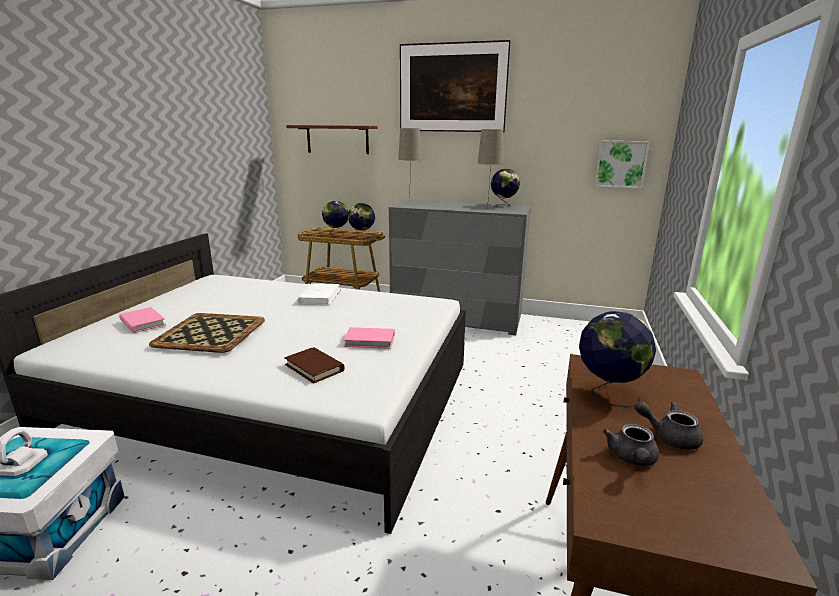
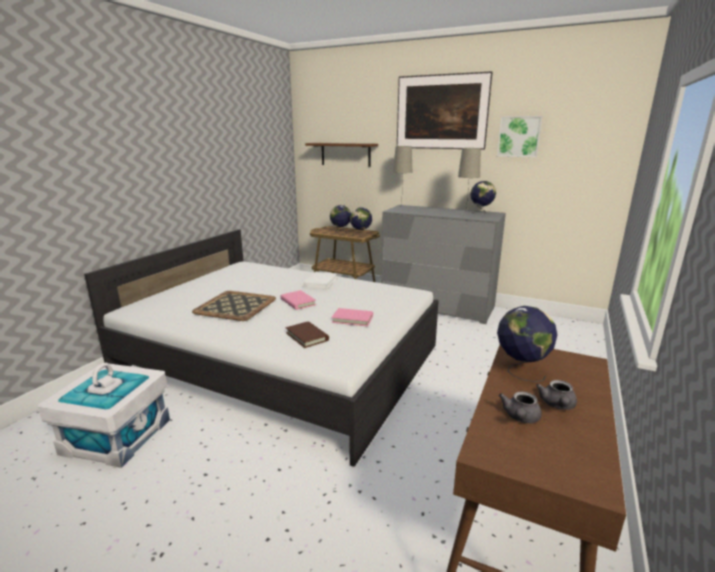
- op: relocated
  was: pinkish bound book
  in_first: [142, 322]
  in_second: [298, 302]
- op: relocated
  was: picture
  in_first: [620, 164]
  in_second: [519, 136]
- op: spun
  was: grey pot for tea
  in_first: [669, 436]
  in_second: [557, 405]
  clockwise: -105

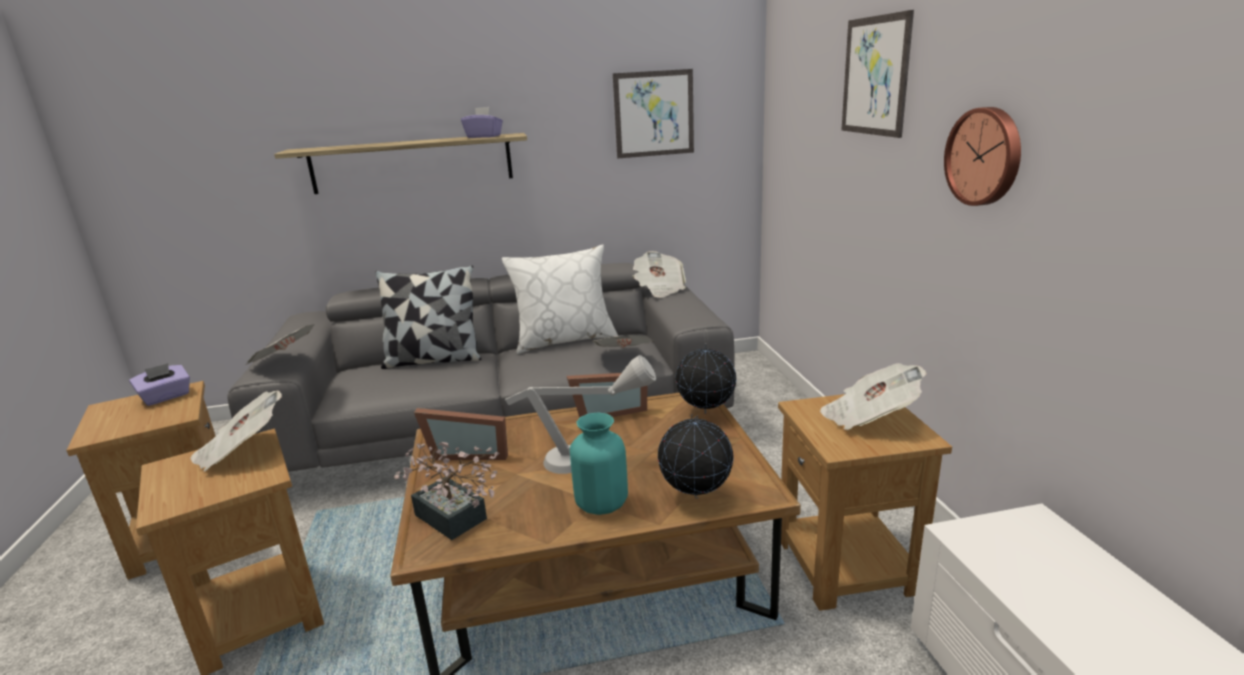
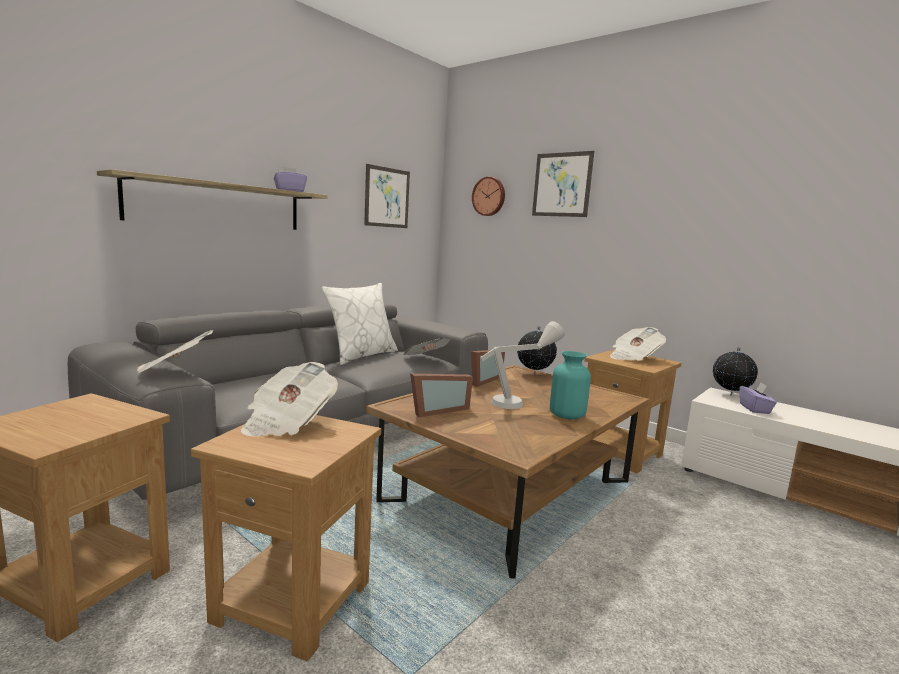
- op: relocated
  was: wall clock
  in_first: [985, 156]
  in_second: [489, 196]
- op: relocated
  was: world globe
  in_first: [695, 497]
  in_second: [730, 395]
- op: relocated
  was: purple tissue holder
  in_first: [166, 397]
  in_second: [755, 409]
- op: missing
  was: throw pillow
  in_first: [434, 360]
- op: missing
  was: houseplant
  in_first: [455, 520]
- op: missing
  was: daily paper
  in_first: [659, 289]

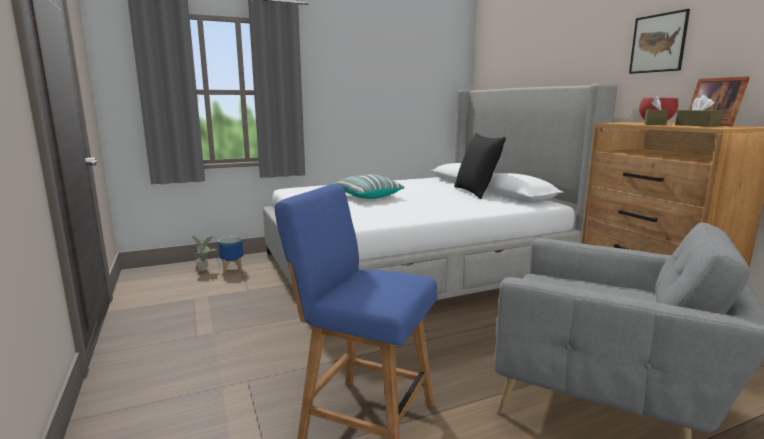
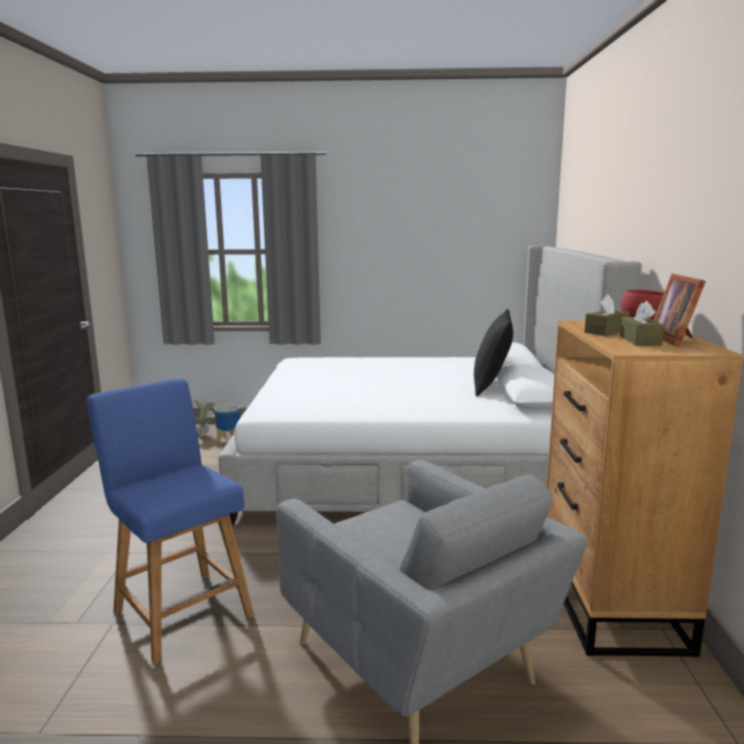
- op: missing
  was: throw pillow
  in_first: [366, 196]
- op: missing
  was: picture
  in_first: [658, 43]

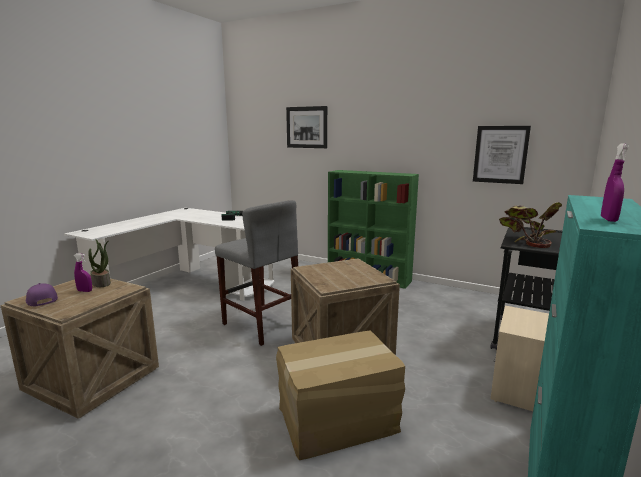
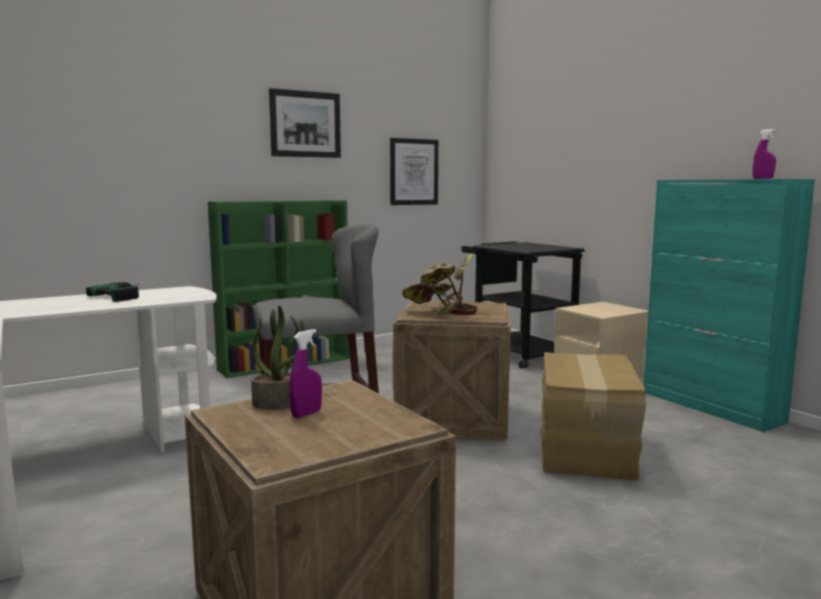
- op: relocated
  was: picture
  in_first: [306, 127]
  in_second: [305, 124]
- op: relocated
  was: houseplant
  in_first: [526, 241]
  in_second: [442, 311]
- op: missing
  was: purple baseball cap
  in_first: [41, 300]

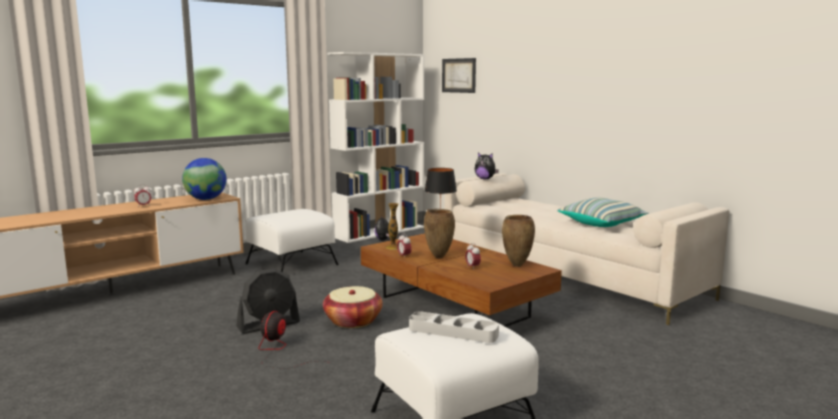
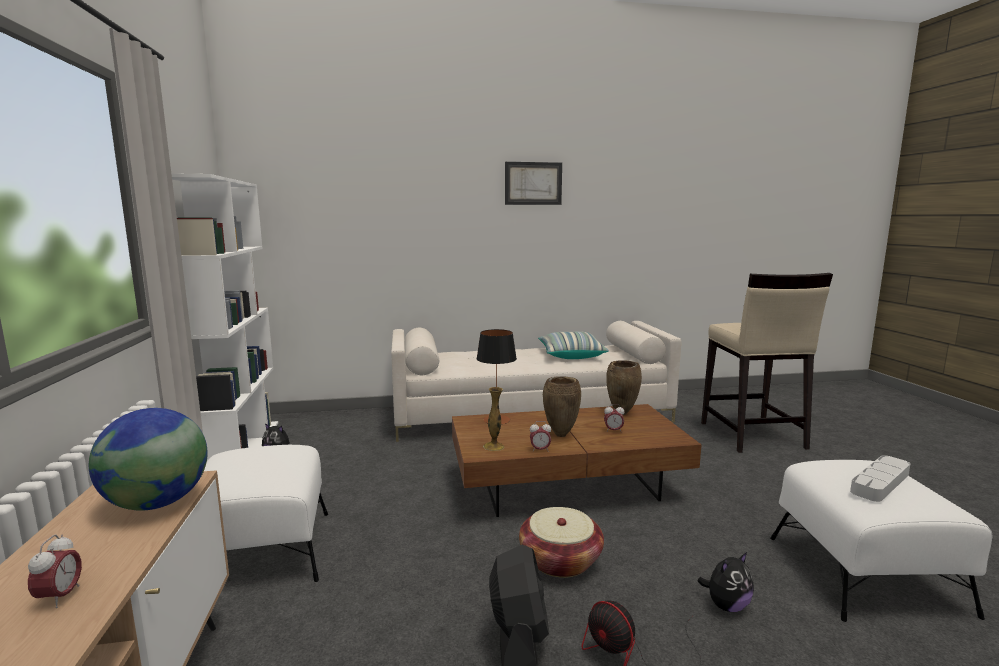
- op: relocated
  was: picture
  in_first: [459, 75]
  in_second: [533, 183]
- op: relocated
  was: soft toy
  in_first: [485, 179]
  in_second: [726, 605]
- op: appeared
  now: beige sitting stool
  in_second: [752, 436]

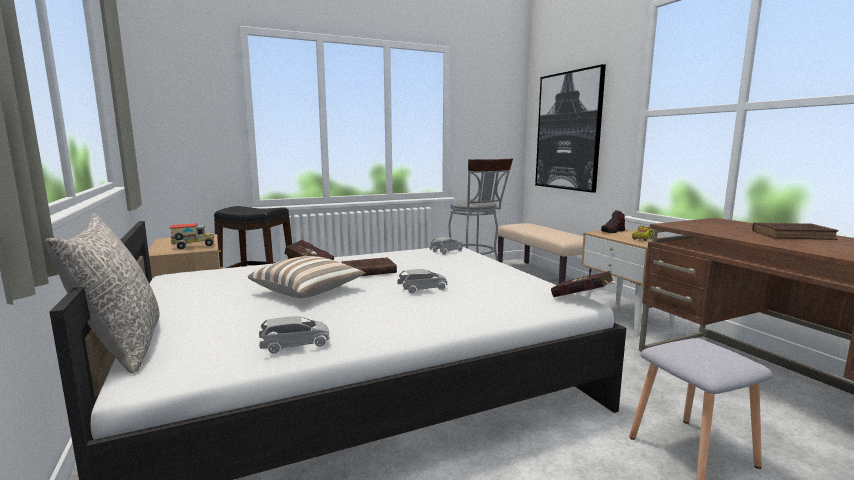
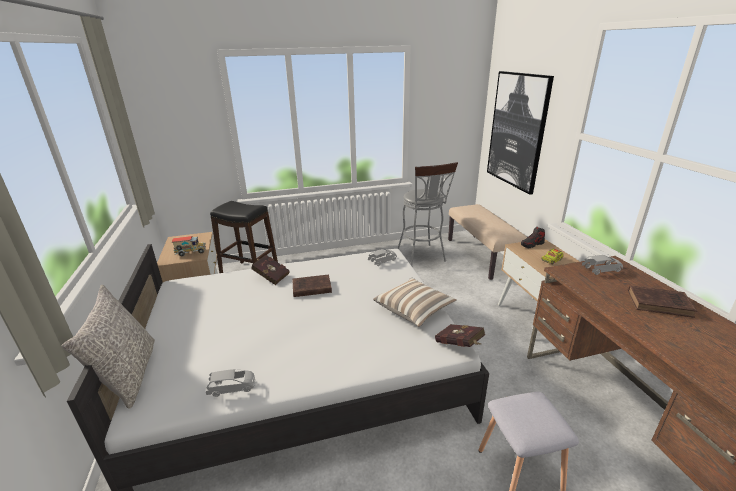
- op: relocated
  was: throw pillow
  in_first: [308, 291]
  in_second: [414, 310]
- op: relocated
  was: grey model car
  in_first: [423, 289]
  in_second: [601, 270]

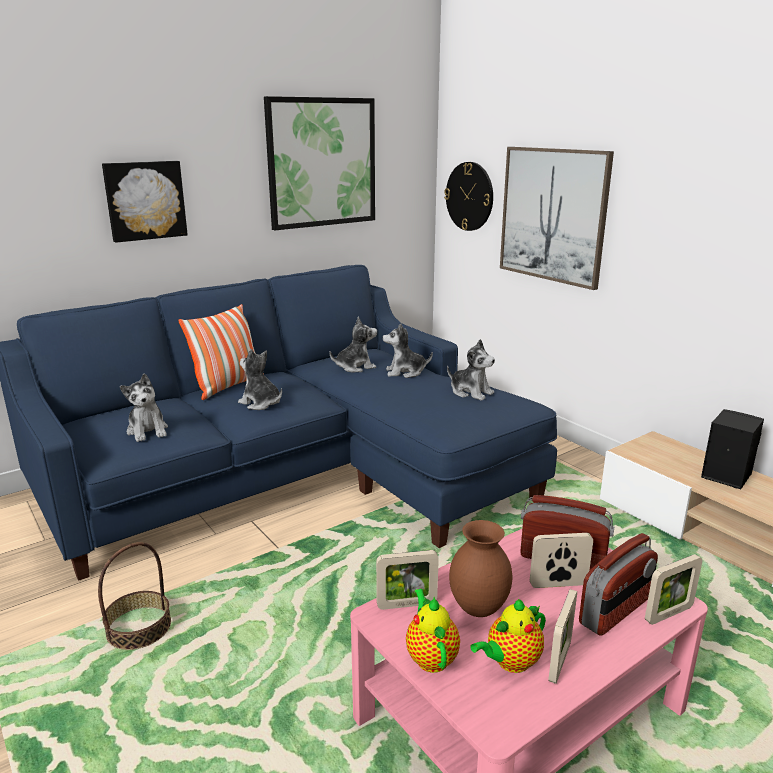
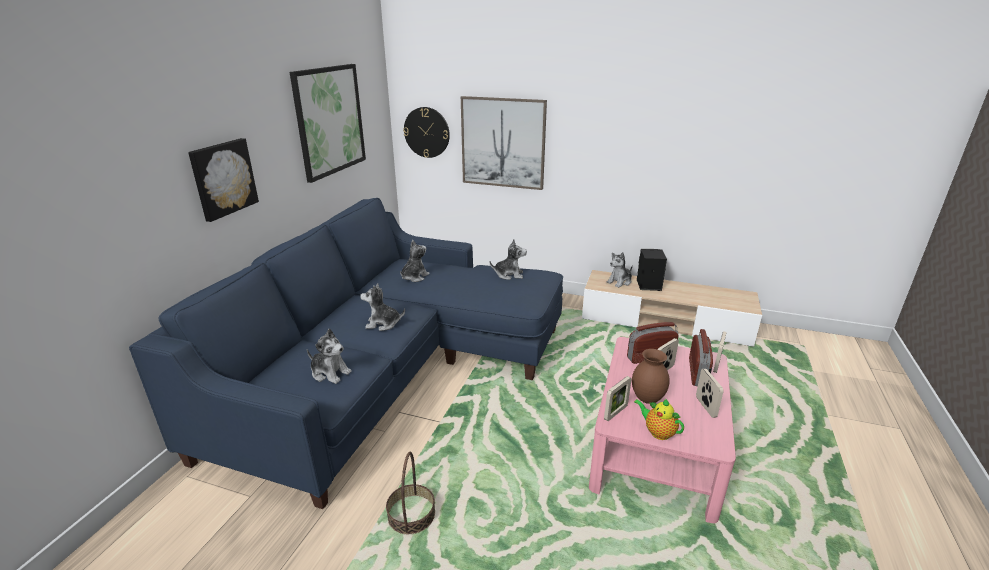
- op: relocated
  was: soft toy
  in_first: [405, 372]
  in_second: [620, 282]
- op: missing
  was: throw pillow
  in_first: [227, 386]
- op: missing
  was: pot for tea
  in_first: [510, 662]

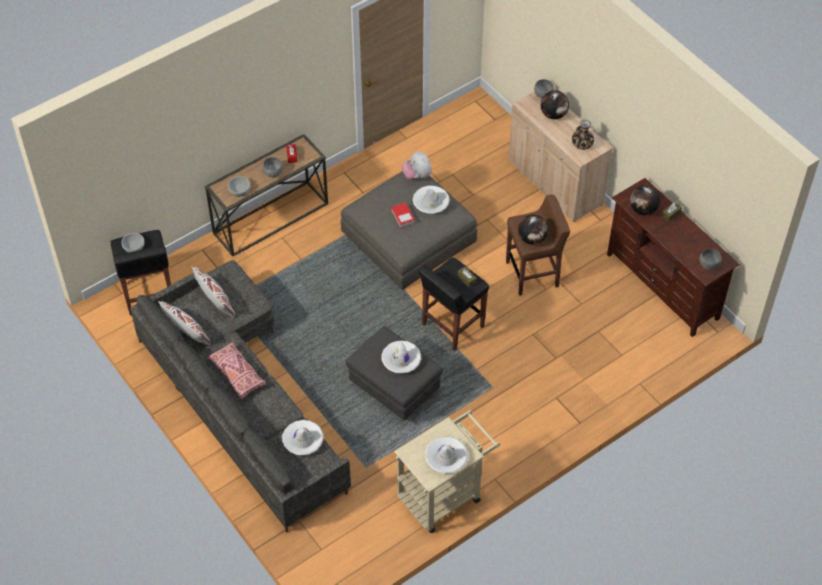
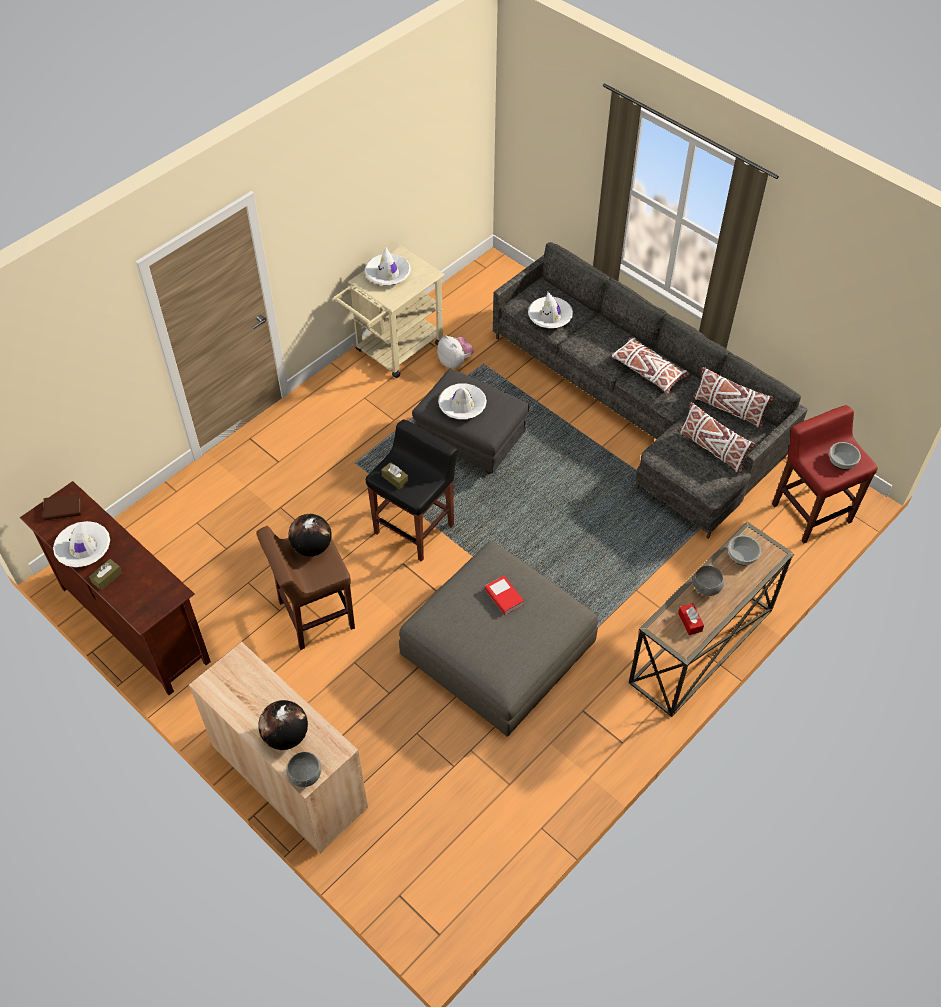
- op: exchanged
  was: grey deep dish
  now: brown bound book
  in_first: [709, 265]
  in_second: [63, 508]
- op: relocated
  was: white wearable hat
  in_first: [431, 202]
  in_second: [83, 548]
- op: relocated
  was: soft toy
  in_first: [417, 176]
  in_second: [455, 362]
- op: colour
  was: pinkish throw pillow
  now: white throw pillow
  in_first: [237, 374]
  in_second: [648, 370]
- op: colour
  was: black sitting stool
  now: red-coloured sitting stool
  in_first: [148, 295]
  in_second: [810, 512]
- op: missing
  was: flower vase
  in_first: [582, 143]
- op: missing
  was: world globe
  in_first: [643, 210]

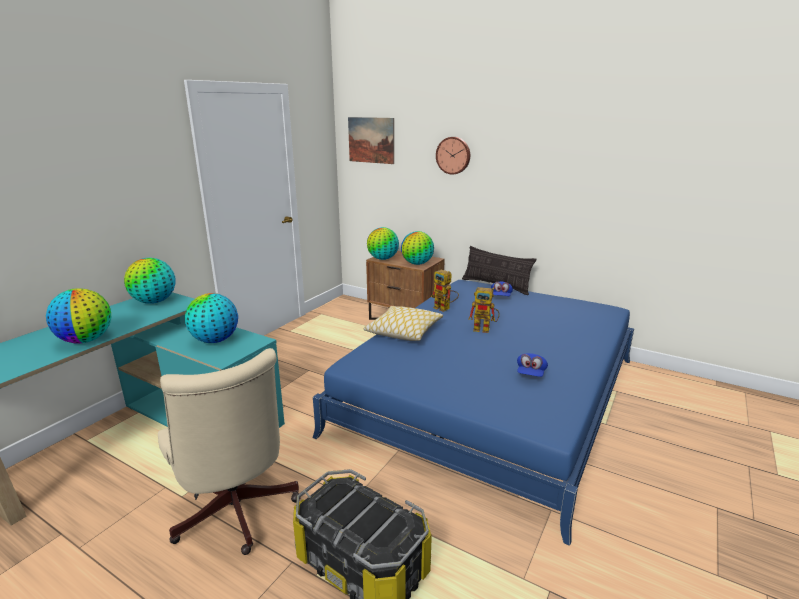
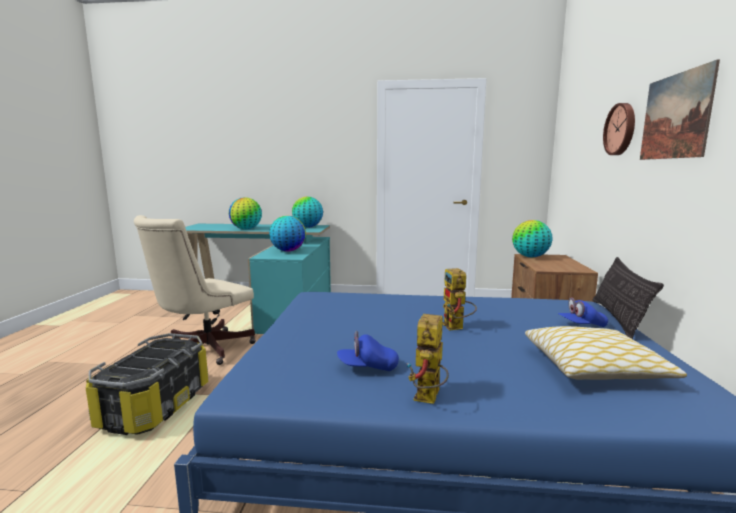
- op: relocated
  was: toy robot
  in_first: [445, 309]
  in_second: [428, 399]
- op: relocated
  was: throw pillow
  in_first: [404, 331]
  in_second: [593, 367]
- op: relocated
  was: picture
  in_first: [371, 140]
  in_second: [675, 116]
- op: missing
  was: world globe
  in_first: [417, 263]

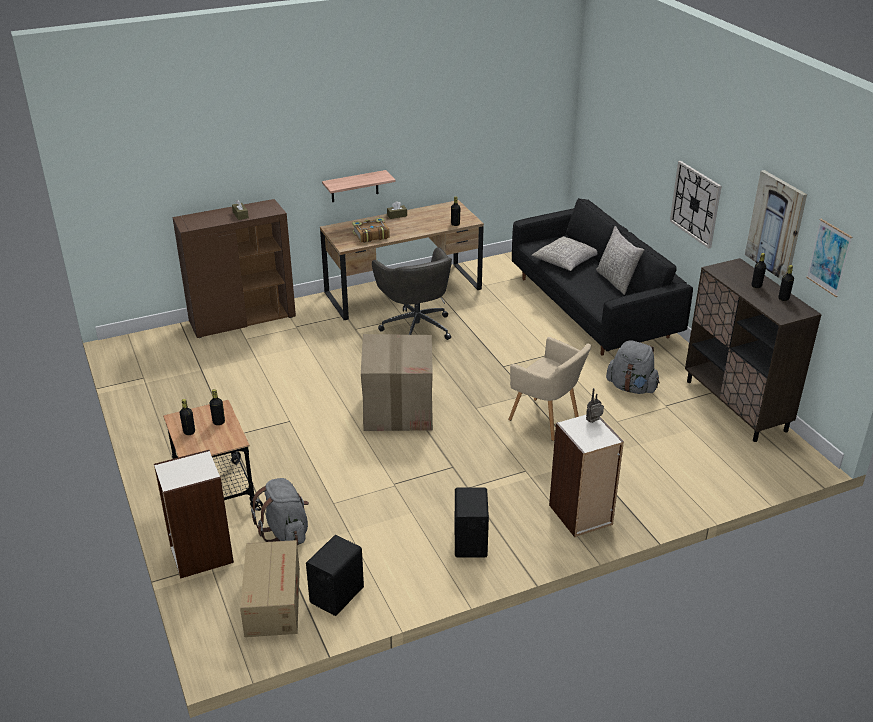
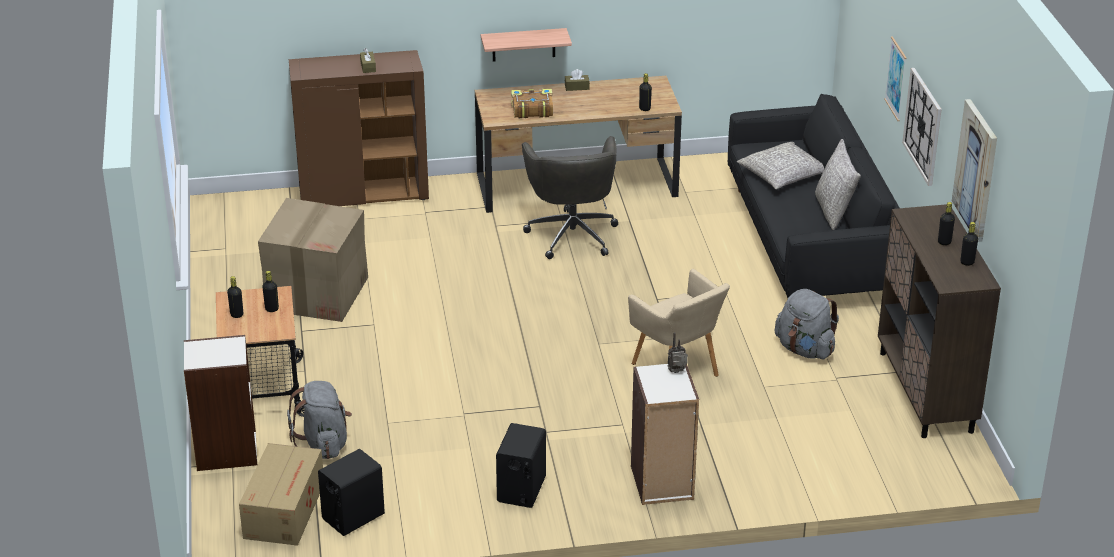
- op: relocated
  was: cardboard box
  in_first: [398, 409]
  in_second: [317, 293]
- op: relocated
  was: picture
  in_first: [829, 257]
  in_second: [896, 78]

